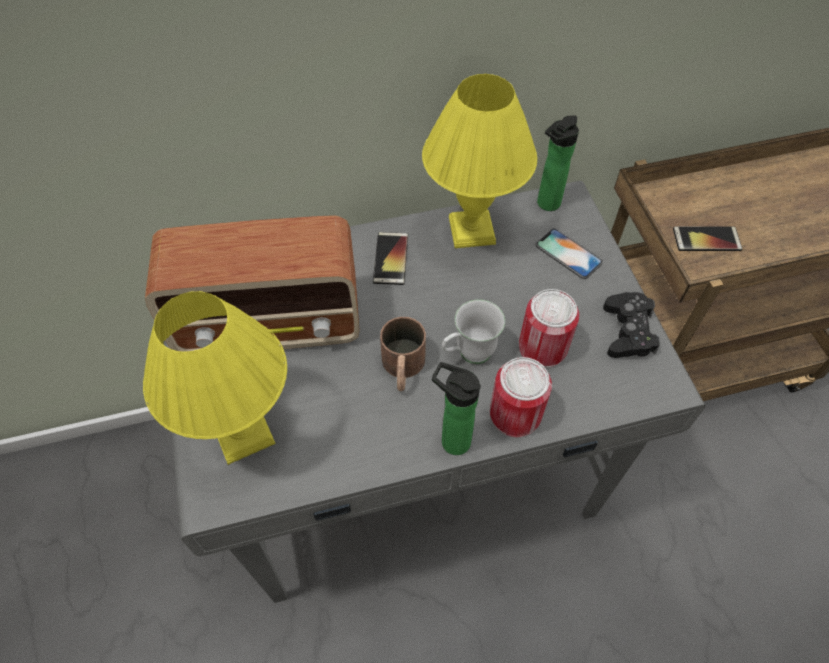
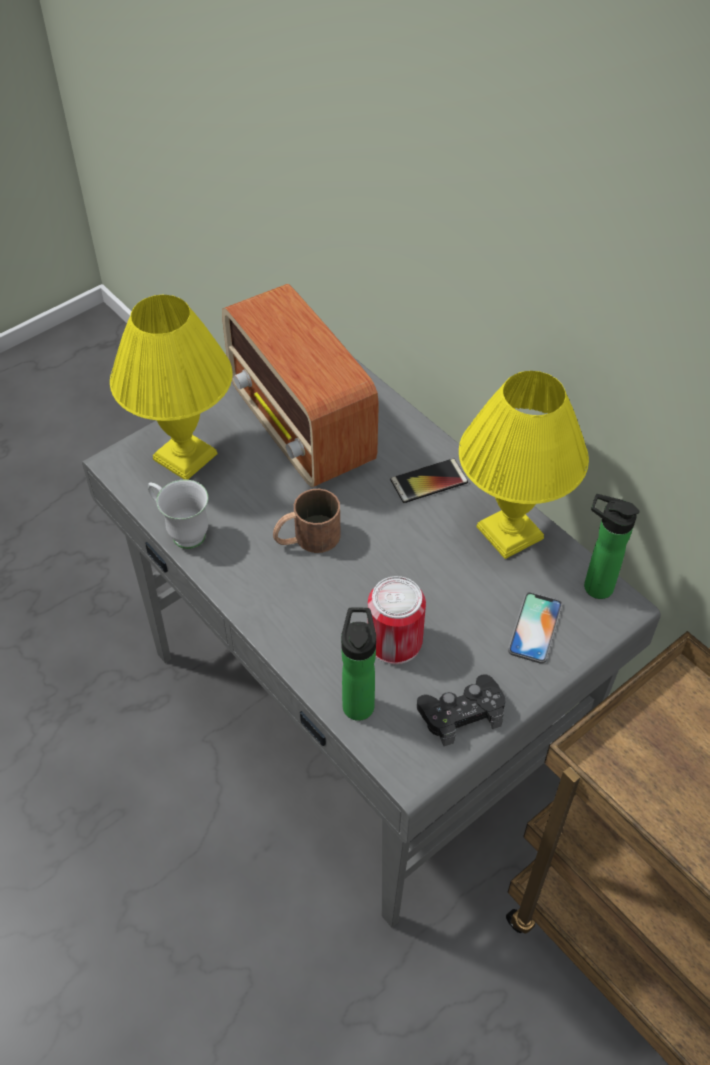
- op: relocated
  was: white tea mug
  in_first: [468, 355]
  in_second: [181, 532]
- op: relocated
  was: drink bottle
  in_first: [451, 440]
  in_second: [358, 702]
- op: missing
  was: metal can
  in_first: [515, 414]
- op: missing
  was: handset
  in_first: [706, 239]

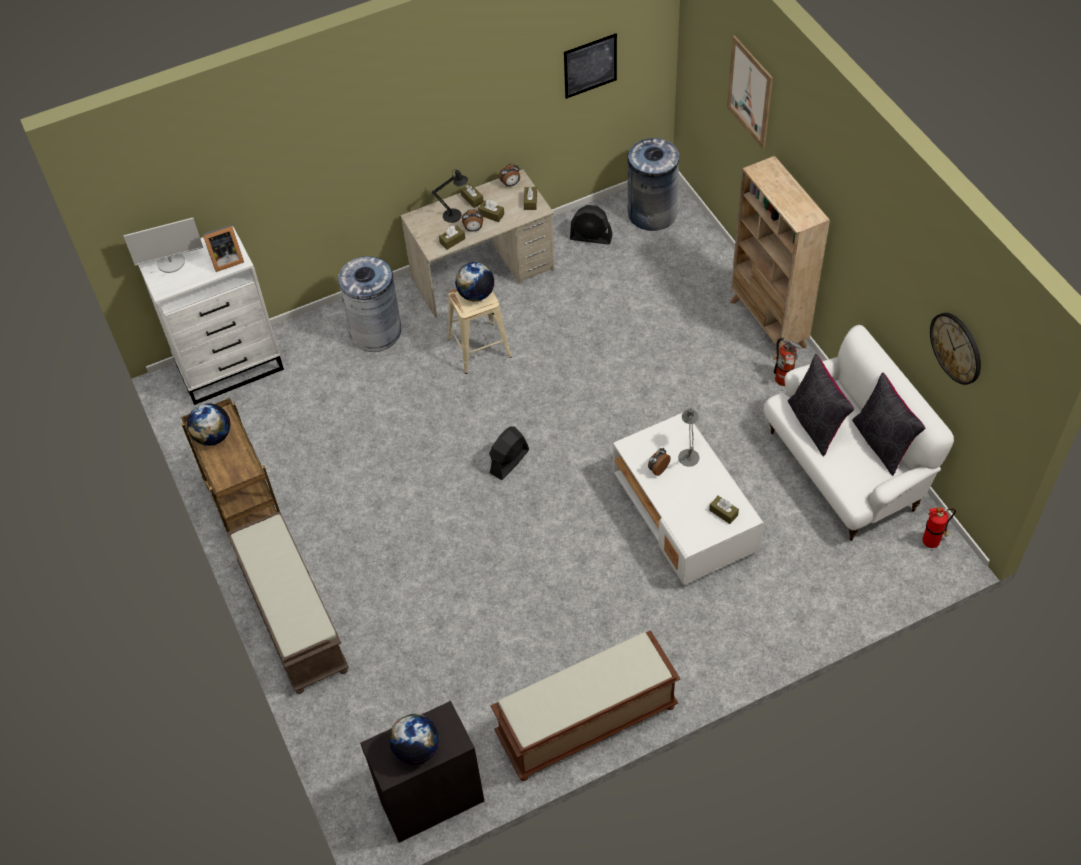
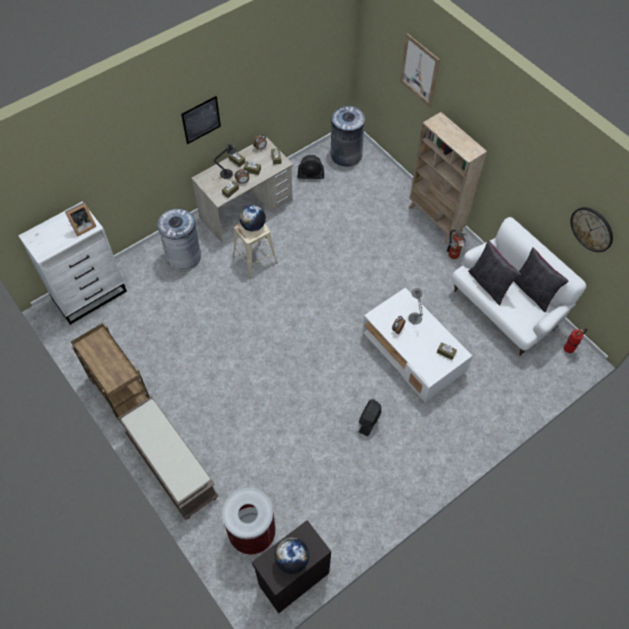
- op: relocated
  was: picture
  in_first: [590, 65]
  in_second: [201, 120]
- op: appeared
  now: rubbish bin
  in_second: [252, 532]
- op: relocated
  was: black fan
  in_first: [509, 461]
  in_second: [369, 421]
- op: missing
  was: computer screen
  in_first: [171, 262]
- op: missing
  was: world globe
  in_first: [213, 437]
- op: missing
  was: brown bench
  in_first: [586, 723]

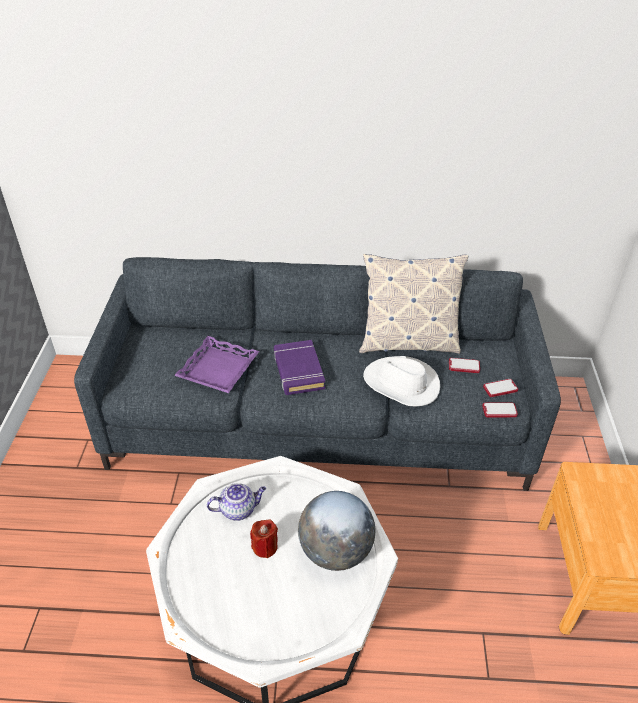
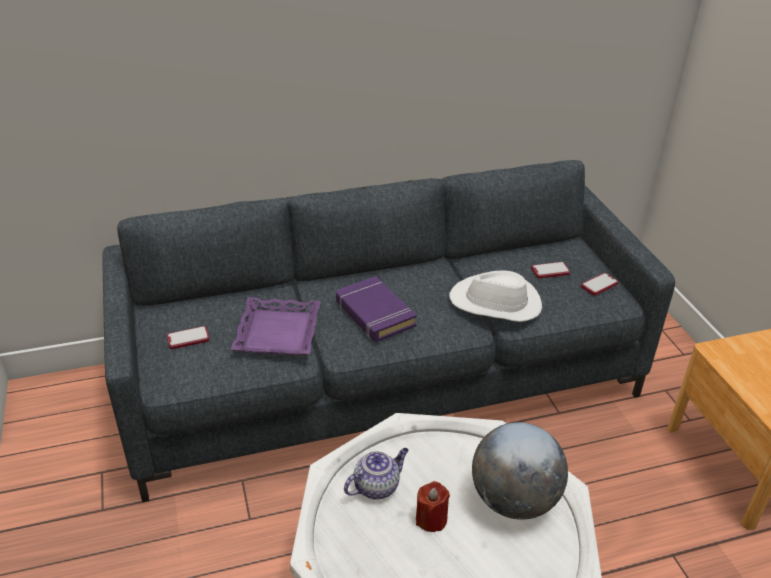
- op: relocated
  was: handset
  in_first: [499, 411]
  in_second: [188, 338]
- op: missing
  was: throw pillow
  in_first: [408, 342]

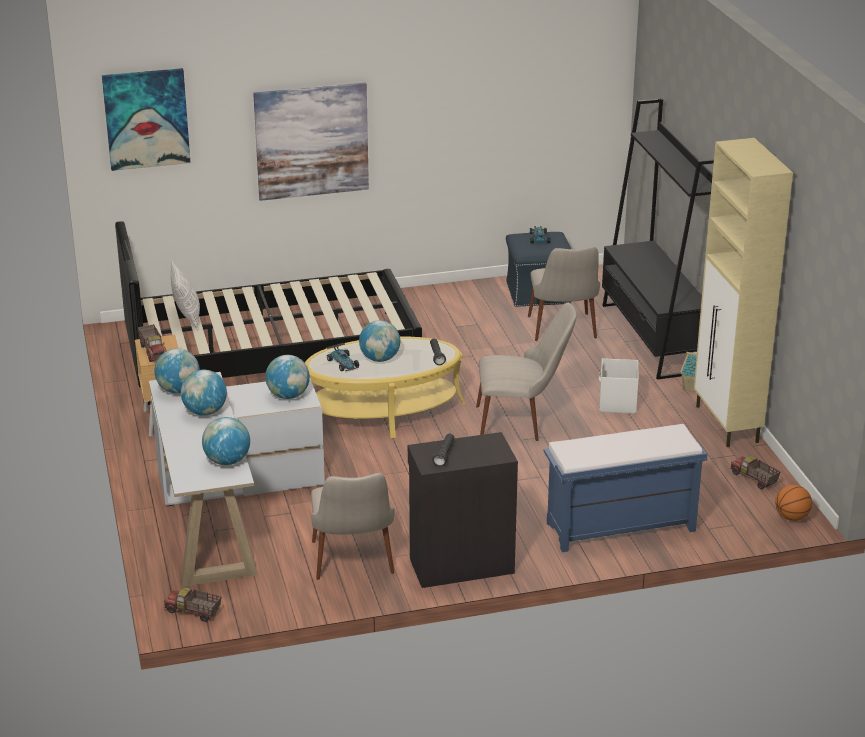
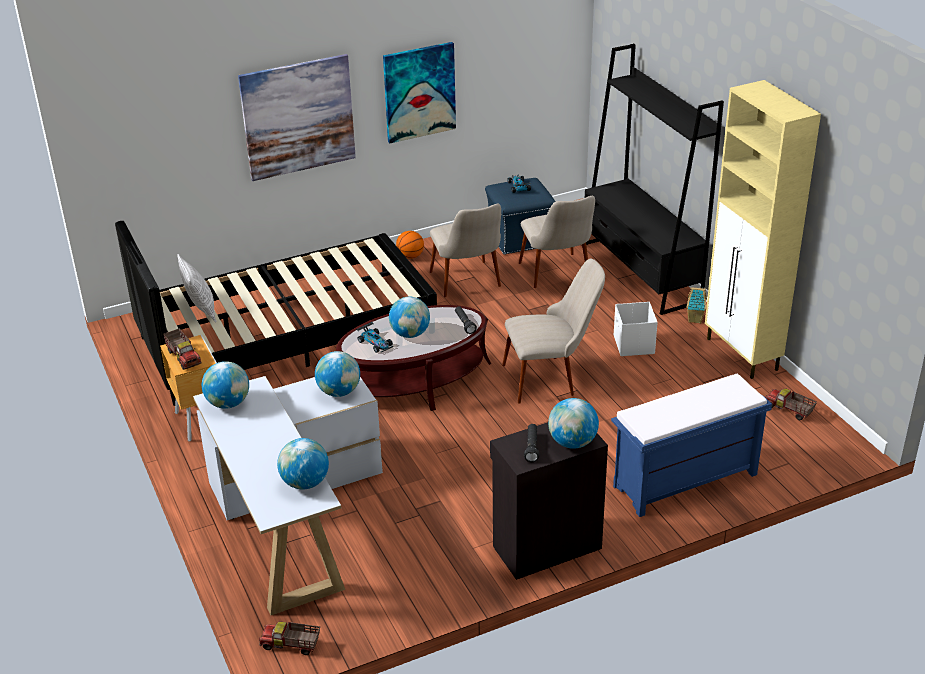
- op: colour
  was: yellow-coloured coffee table
  now: brown coffee table
  in_first: [383, 412]
  in_second: [414, 383]
- op: relocated
  was: picture
  in_first: [146, 119]
  in_second: [419, 92]
- op: relocated
  was: basketball
  in_first: [791, 517]
  in_second: [410, 256]
- op: relocated
  was: beige plain chair
  in_first: [354, 567]
  in_second: [469, 285]
- op: relocated
  was: world globe
  in_first: [205, 412]
  in_second: [572, 442]

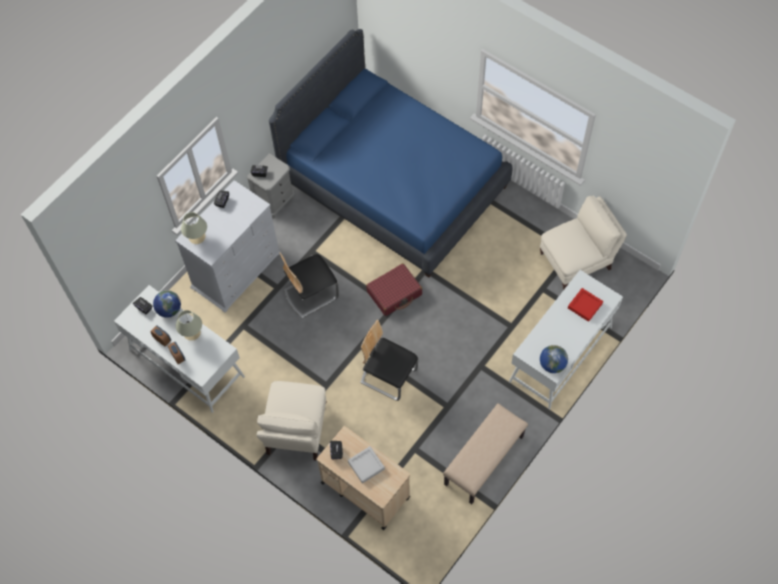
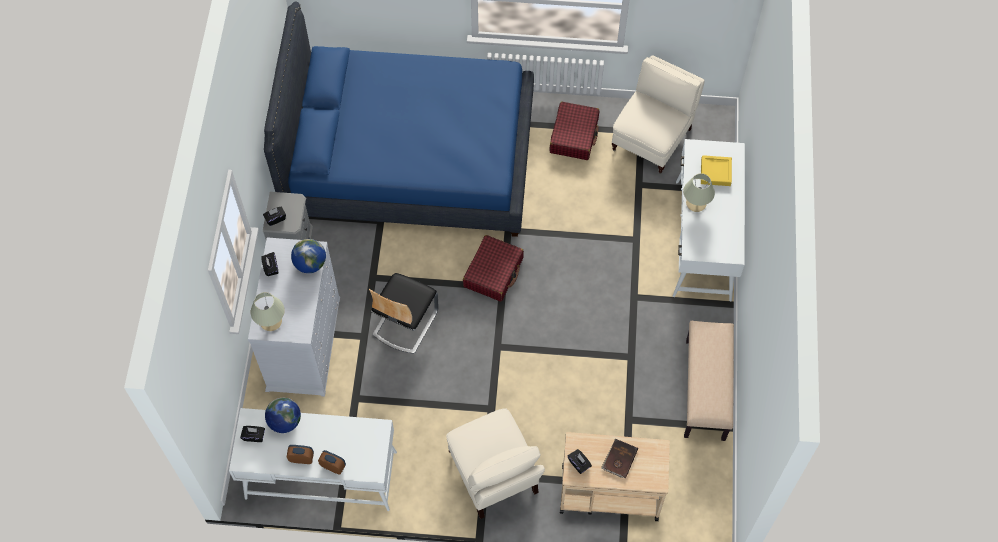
- op: relocated
  was: world globe
  in_first: [552, 365]
  in_second: [310, 264]
- op: appeared
  now: red-coloured suitcase
  in_second: [574, 136]
- op: exchanged
  was: grey carrying tray
  now: brown bound book
  in_first: [366, 465]
  in_second: [619, 459]
- op: relocated
  was: beige table lamp
  in_first: [192, 333]
  in_second: [696, 203]
- op: colour
  was: red-coloured carrying tray
  now: yellow-coloured carrying tray
  in_first: [584, 306]
  in_second: [715, 172]
- op: missing
  was: plain chair
  in_first: [388, 376]

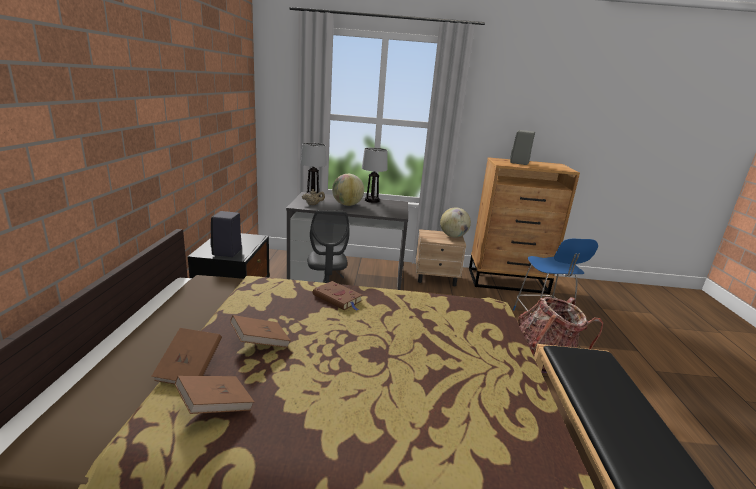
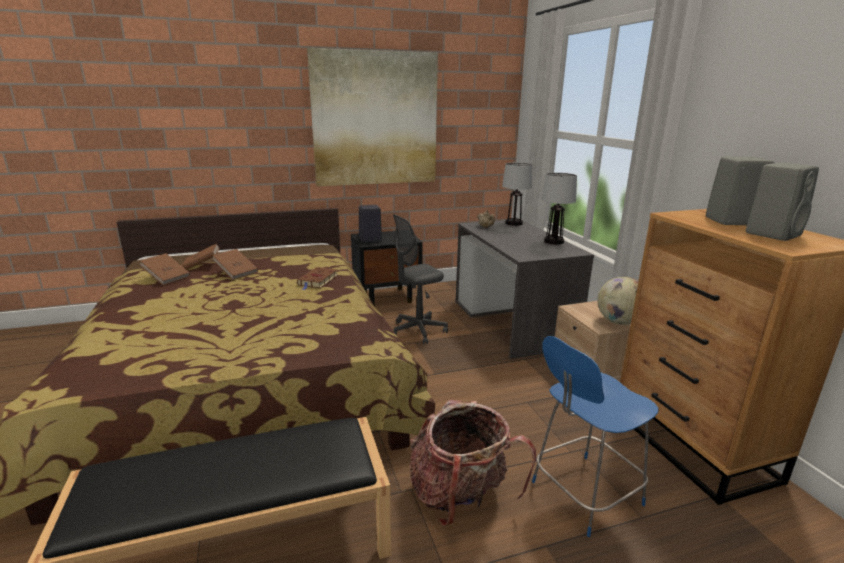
- op: appeared
  now: picture
  in_second: [375, 119]
- op: appeared
  now: grey audio speaker
  in_second: [773, 234]
- op: missing
  was: world globe
  in_first: [347, 205]

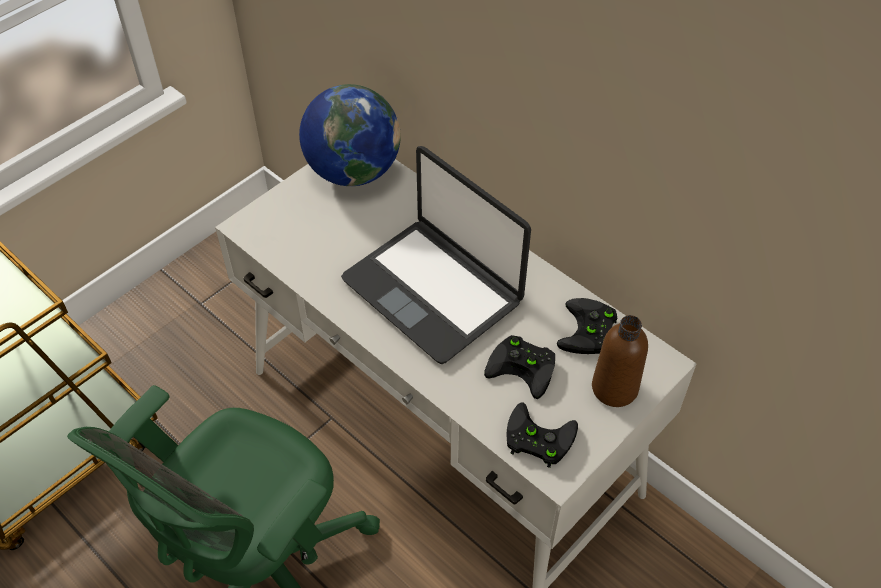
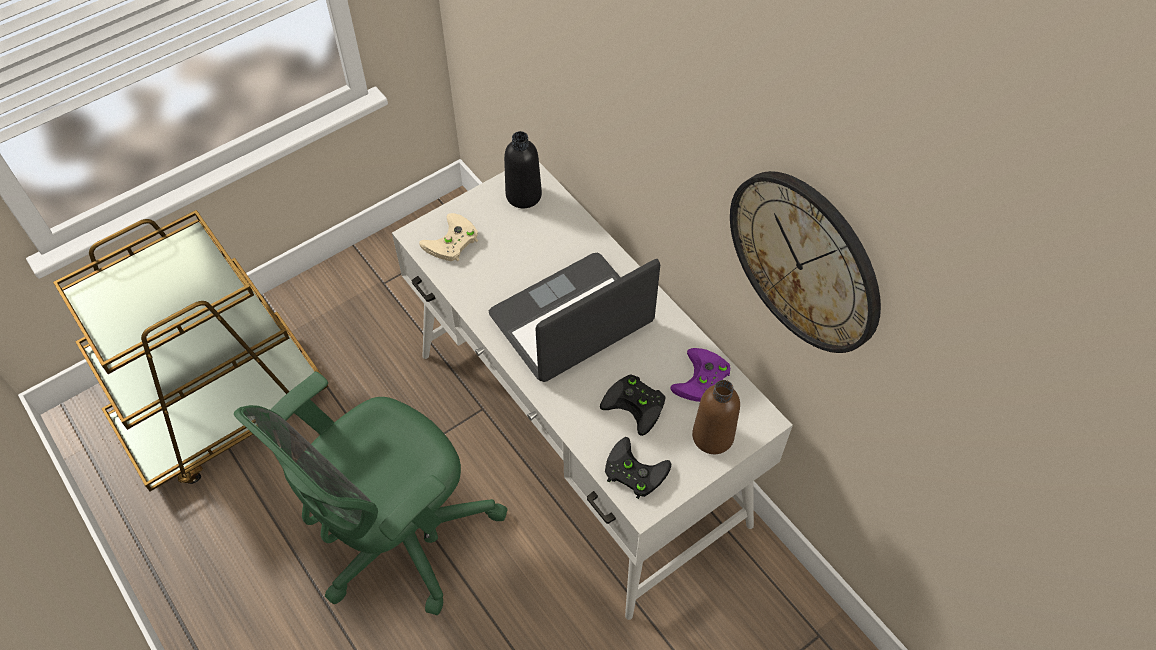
- op: appeared
  now: beige game controller
  in_second: [451, 243]
- op: spun
  was: laptop
  in_first: [433, 290]
  in_second: [572, 320]
  clockwise: 90
- op: exchanged
  was: world globe
  now: black drink bottle
  in_first: [353, 171]
  in_second: [523, 195]
- op: colour
  was: black game controller
  now: purple game controller
  in_first: [589, 332]
  in_second: [703, 381]
- op: appeared
  now: wall clock
  in_second: [805, 261]

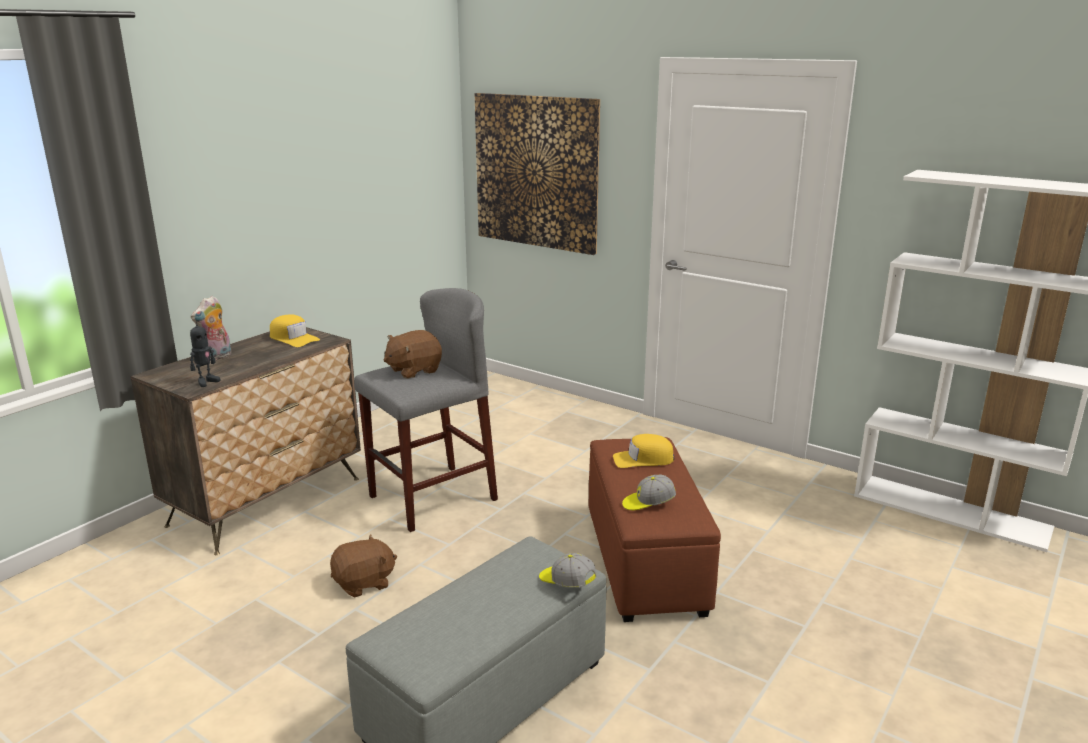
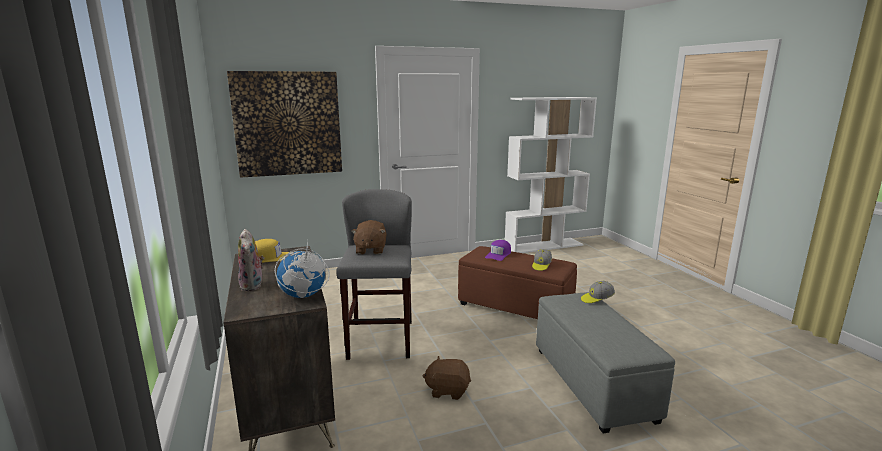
- op: exchanged
  was: toy robot
  now: world globe
  in_first: [206, 382]
  in_second: [303, 296]
- op: spun
  was: brown soft toy
  in_first: [364, 583]
  in_second: [447, 390]
  clockwise: -90
- op: colour
  was: yellow-coloured baseball cap
  now: purple baseball cap
  in_first: [643, 459]
  in_second: [498, 255]

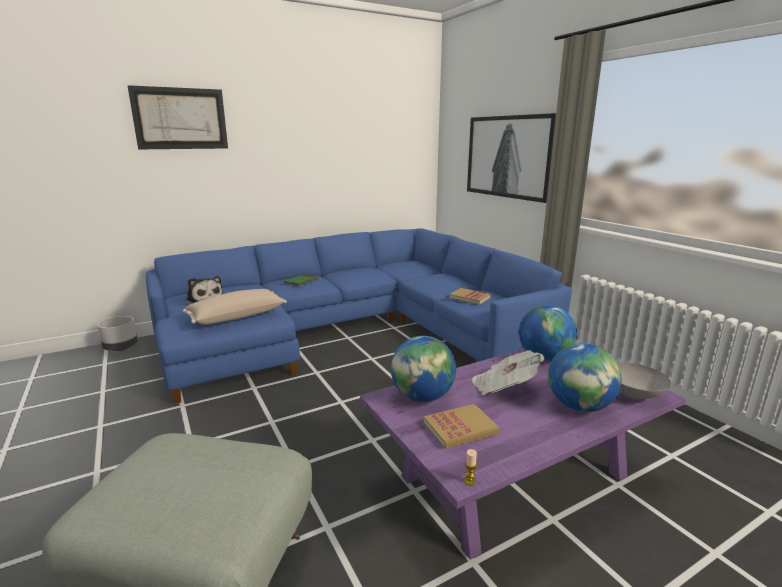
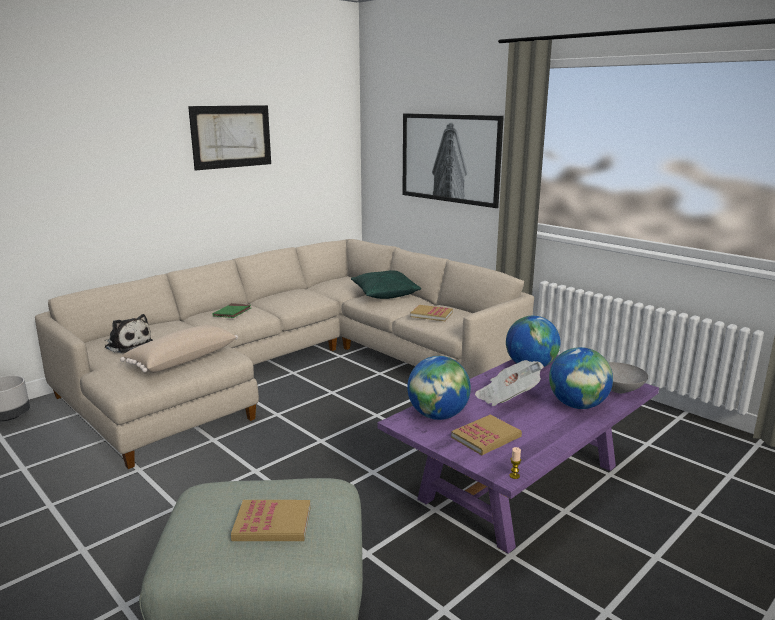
- op: colour
  was: blue-coloured settee
  now: beige settee
  in_first: [352, 332]
  in_second: [294, 366]
- op: relocated
  was: picture
  in_first: [180, 118]
  in_second: [231, 136]
- op: appeared
  now: bound book
  in_second: [272, 524]
- op: appeared
  now: green-coloured throw pillow
  in_second: [384, 294]

